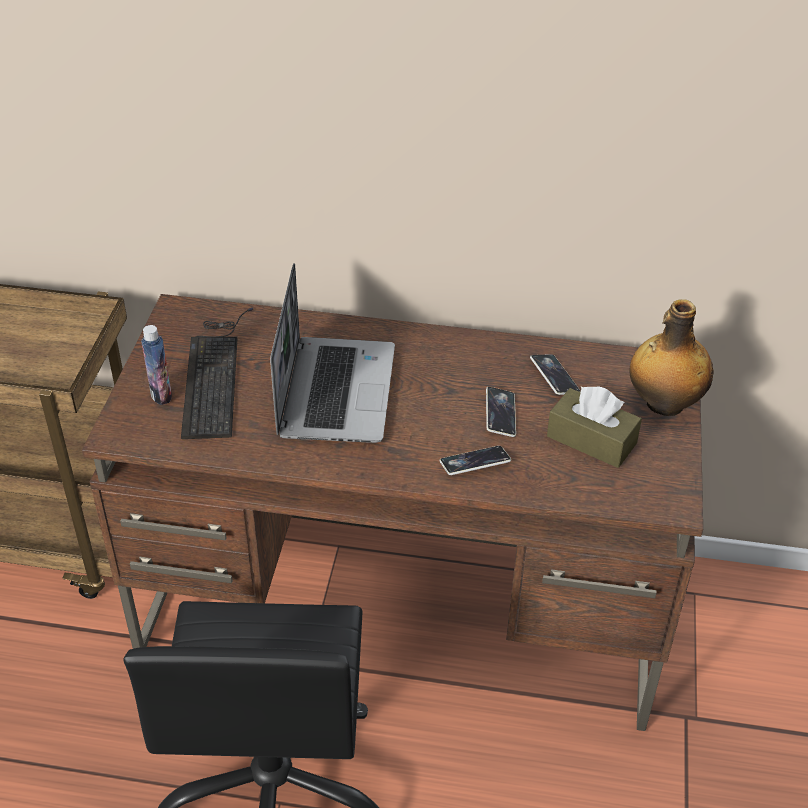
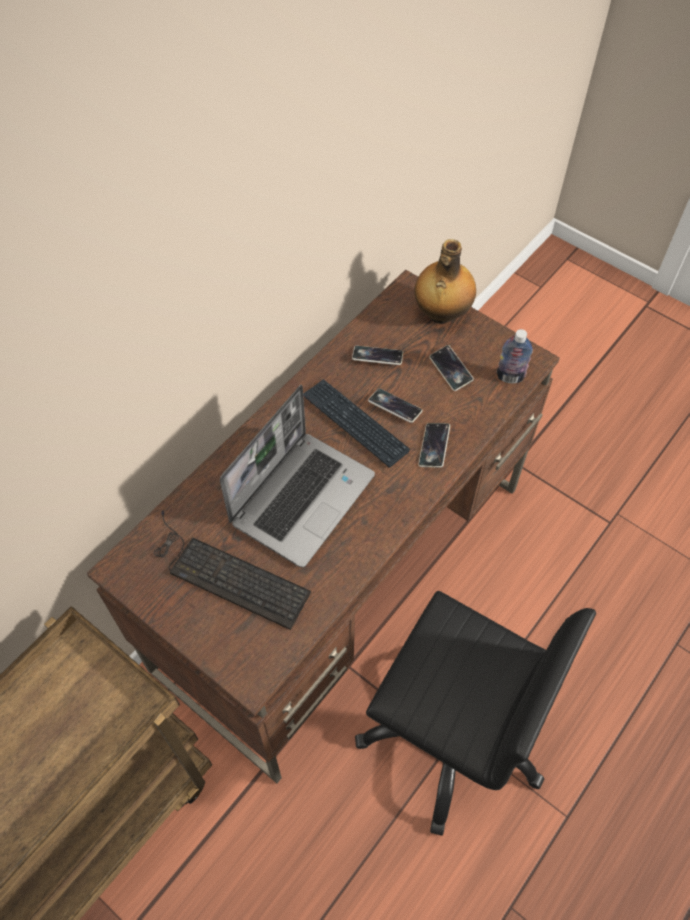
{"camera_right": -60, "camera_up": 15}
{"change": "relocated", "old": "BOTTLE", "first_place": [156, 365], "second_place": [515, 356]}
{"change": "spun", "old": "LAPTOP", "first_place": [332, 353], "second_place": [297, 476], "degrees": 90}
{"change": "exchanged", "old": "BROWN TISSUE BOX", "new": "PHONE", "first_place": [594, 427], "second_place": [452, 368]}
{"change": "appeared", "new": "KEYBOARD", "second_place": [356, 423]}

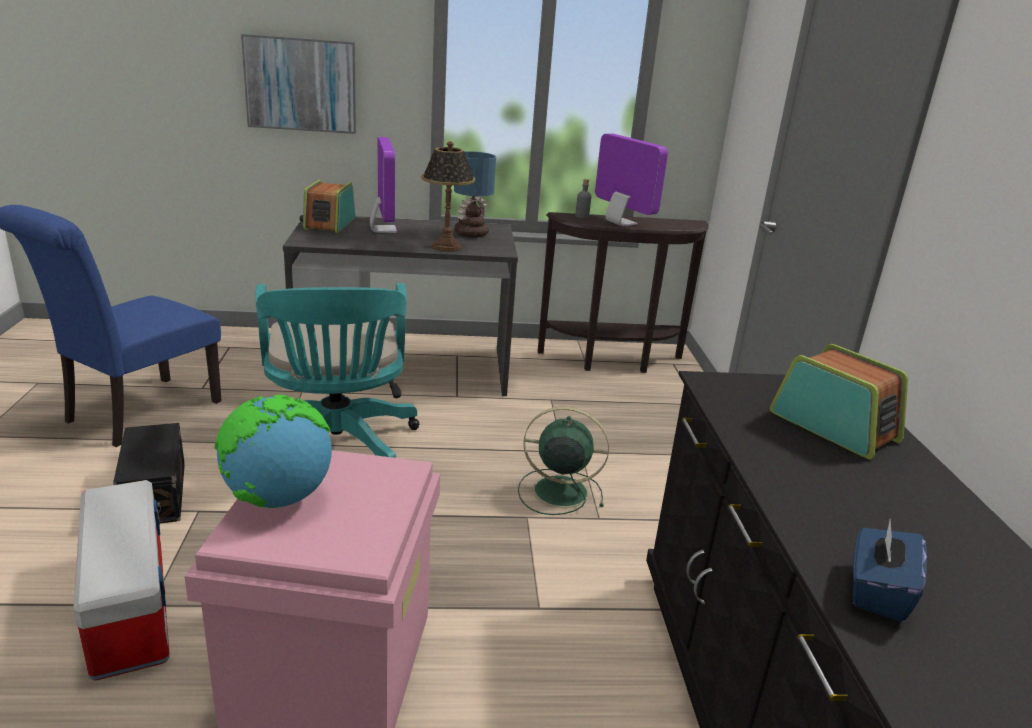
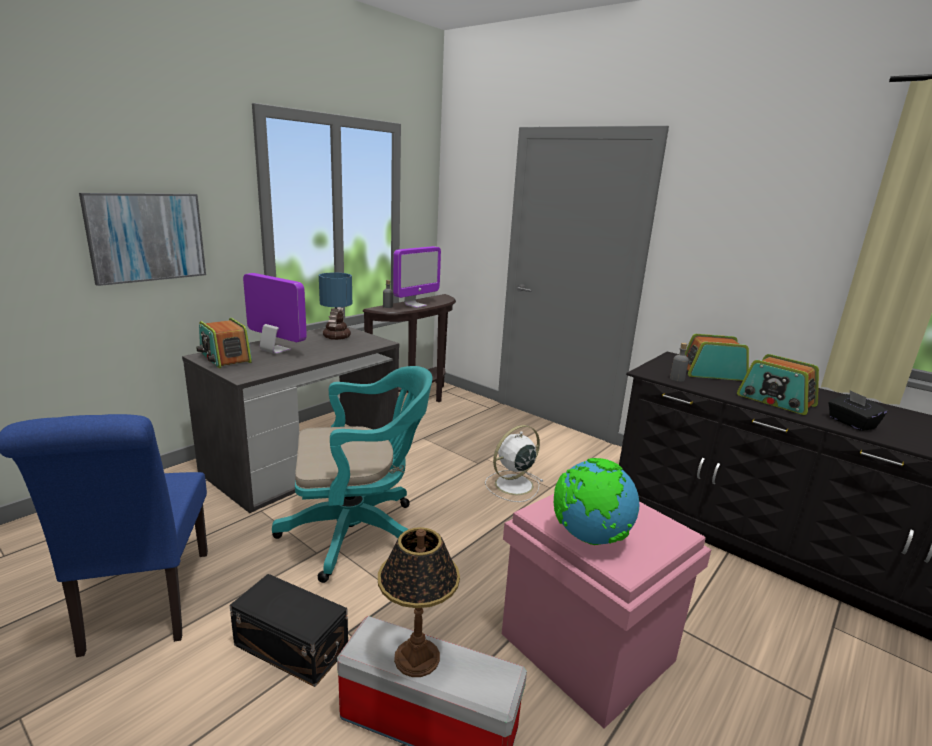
{"camera_right": -45, "camera_up": -5}
{"change": "spun", "old": "TURQUOISE OFFICE CHAIR", "first_place": [337, 370], "second_place": [352, 474], "degrees": -45}
{"change": "relocated", "old": "TABLE LAMP", "first_place": [448, 196], "second_place": [419, 602]}
{"change": "colour", "old": "GREEN FAN", "new": "WHITE FAN", "first_place": [563, 461], "second_place": [514, 463]}
{"change": "spun", "old": "MONITOR", "first_place": [631, 179], "second_place": [417, 277], "degrees": 120}
{"change": "colour", "old": "BLUE TISSUE BOX", "new": "BLACK TISSUE BOX", "first_place": [890, 571], "second_place": [857, 410]}
{"change": "appeared", "new": "GREY BOTTLE", "second_place": [679, 362]}
{"change": "appeared", "new": "RADIO", "second_place": [778, 384]}

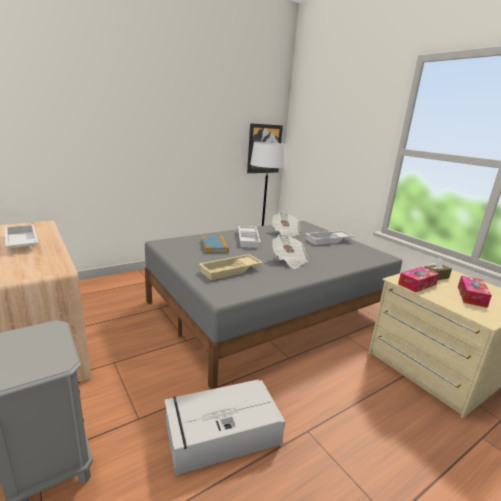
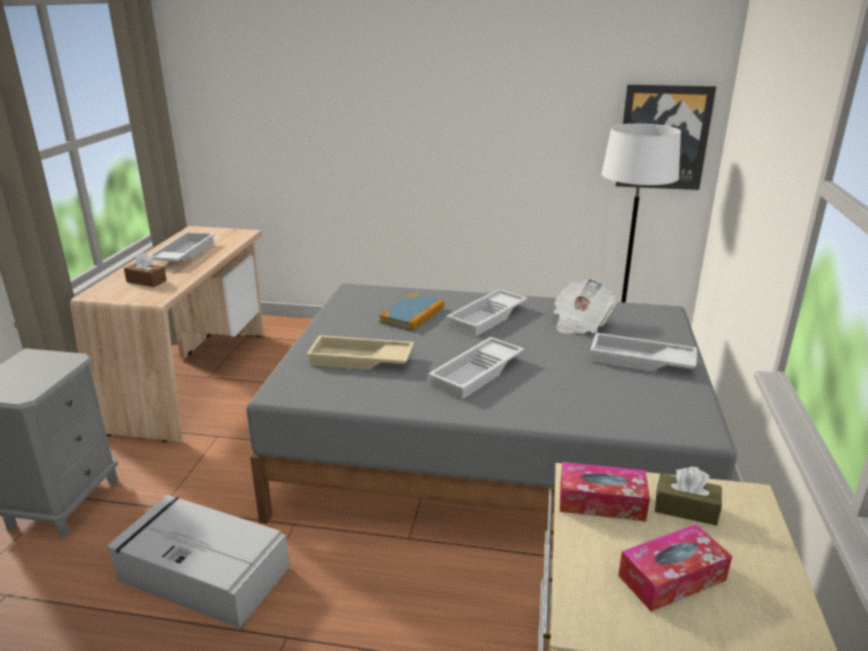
{"camera_right": 45, "camera_up": 5}
{"change": "exchanged", "old": "NEWSPAPER", "new": "WHITE TRAY", "first_place": [290, 251], "second_place": [476, 368]}
{"change": "appeared", "new": "BROWN TISSUE BOX", "second_place": [145, 270]}

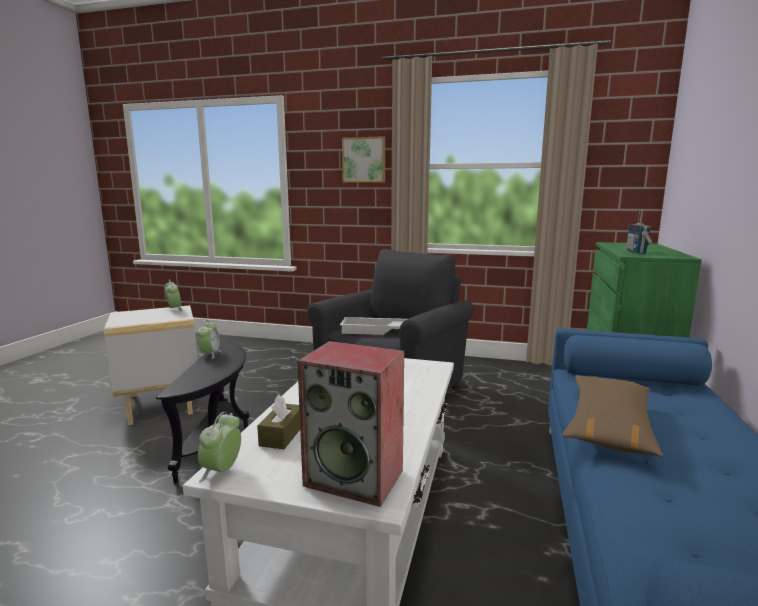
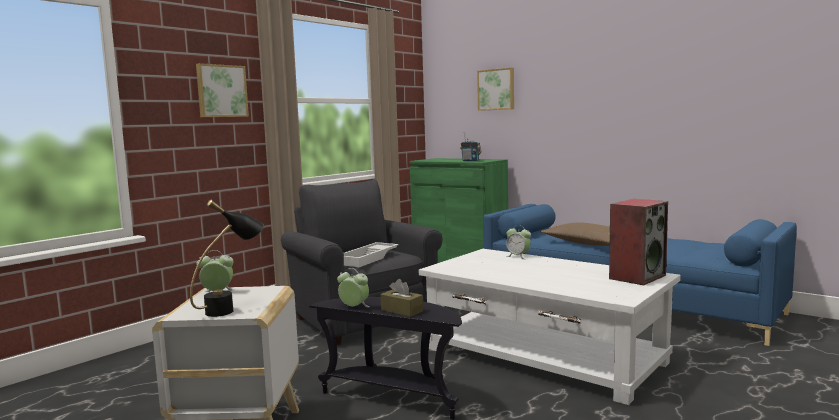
{"camera_right": -65, "camera_up": -5}
{"change": "relocated", "old": "ALARM CLOCK", "first_place": [219, 447], "second_place": [518, 242]}
{"change": "relocated", "old": "BROWN TISSUE BOX", "first_place": [278, 421], "second_place": [401, 298]}
{"change": "appeared", "new": "BLACK TABLE LAMP", "second_place": [227, 258]}
{"change": "appeared", "new": "PICTURE", "second_place": [495, 89]}

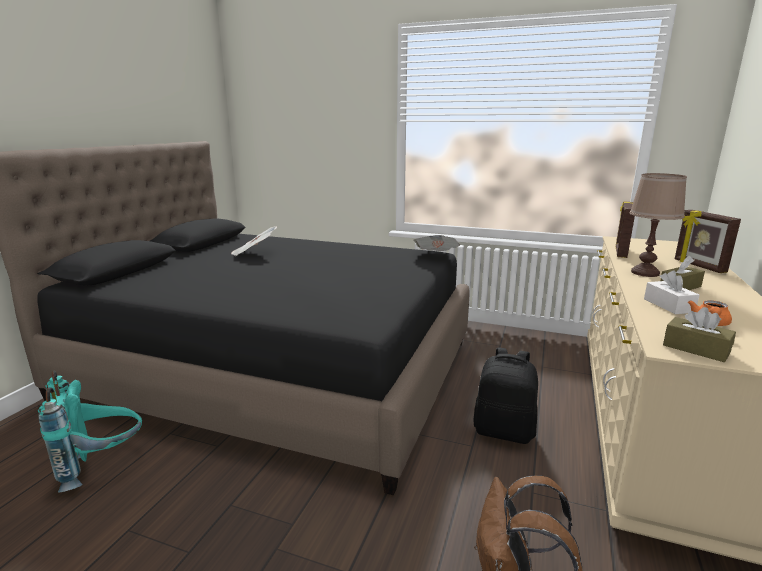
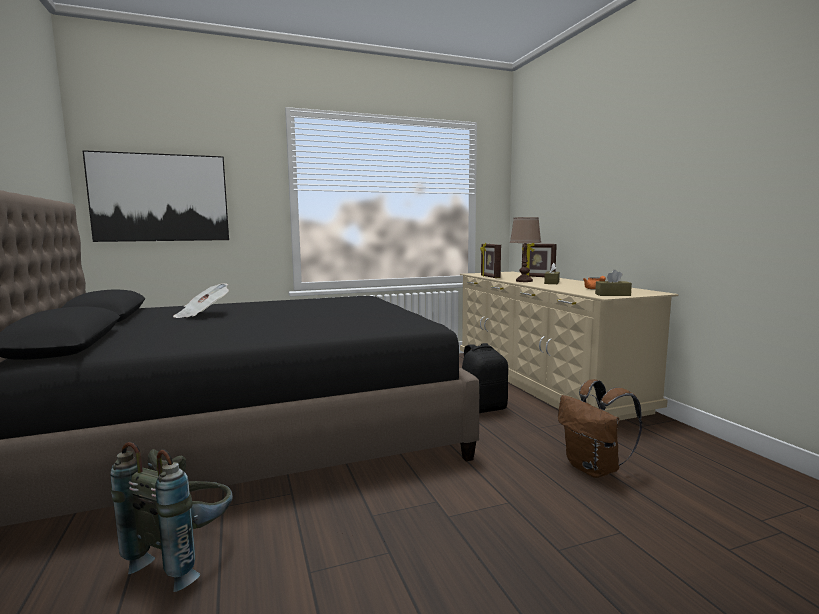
{"camera_right": -40, "camera_up": -10}
{"change": "colour", "old": "TURQUOISE BACKPACK", "new": "GREY BACKPACK", "first_place": [90, 431], "second_place": [171, 517]}
{"change": "missing", "old": "NEWSPAPER", "first_place": [436, 243]}
{"change": "missing", "old": "WHITE TISSUE BOX", "first_place": [671, 292]}
{"change": "appeared", "new": "PICTURE", "second_place": [155, 196]}

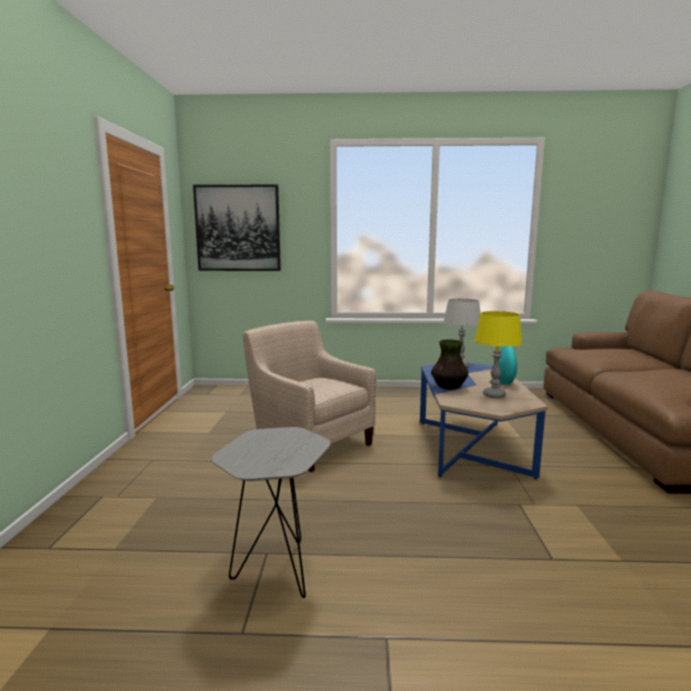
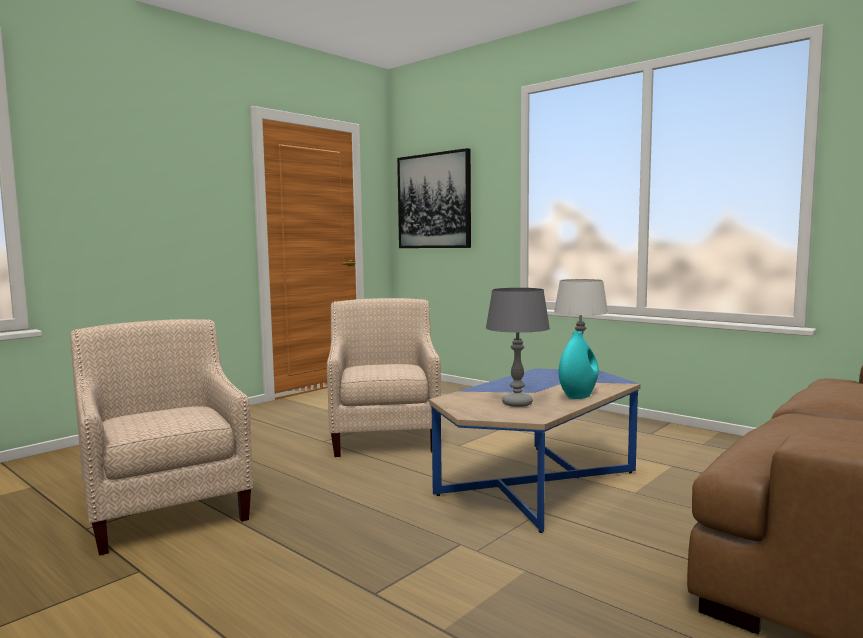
{"camera_right": 40, "camera_up": -5}
{"change": "exchanged", "old": "GREY SIDE TABLE", "new": "BEIGE ARMCHAIR", "first_place": [271, 512], "second_place": [161, 437]}
{"change": "missing", "old": "VASE", "first_place": [449, 364]}
{"change": "colour", "old": "YELLOW TABLE LAMP", "new": "GREY TABLE LAMP", "first_place": [498, 354], "second_place": [518, 347]}

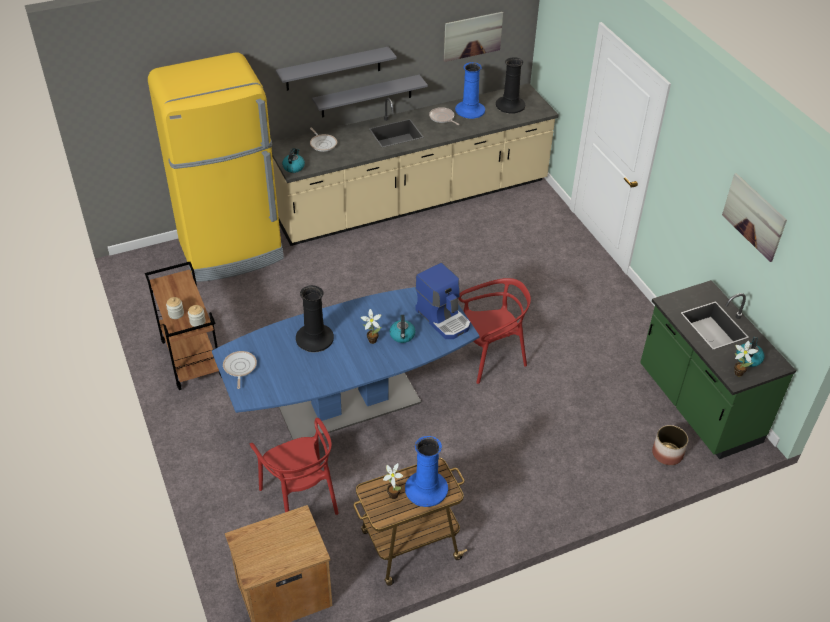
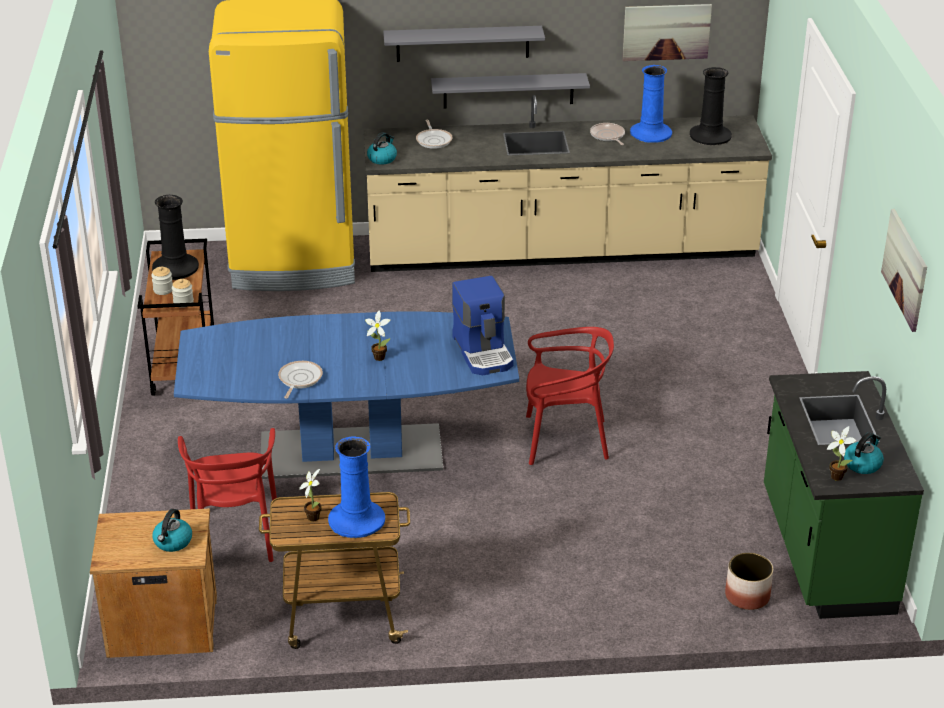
{"camera_right": 20, "camera_up": -10}
{"change": "relocated", "old": "FRYING PAN", "first_place": [240, 370], "second_place": [300, 380]}
{"change": "relocated", "old": "BLACK VASE", "first_place": [315, 318], "second_place": [175, 237]}
{"change": "relocated", "old": "KETTLE", "first_place": [402, 329], "second_place": [172, 530]}

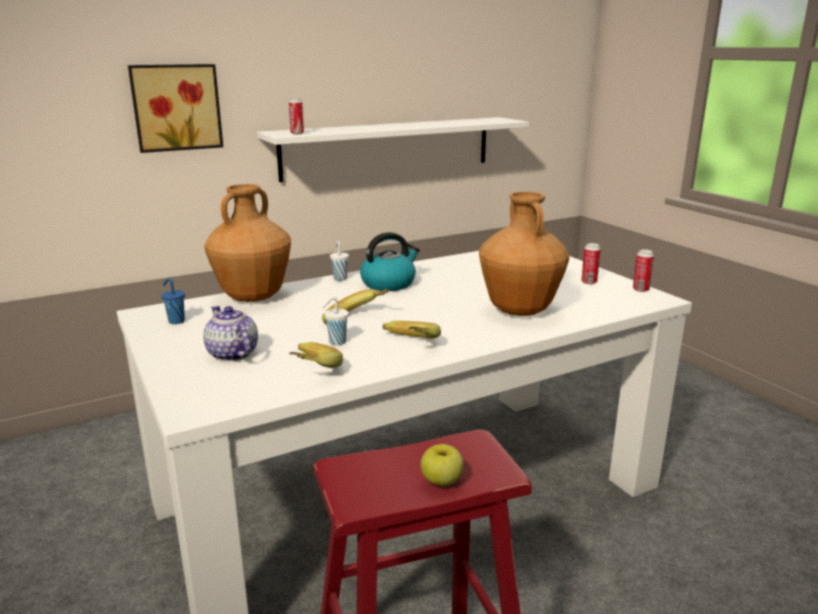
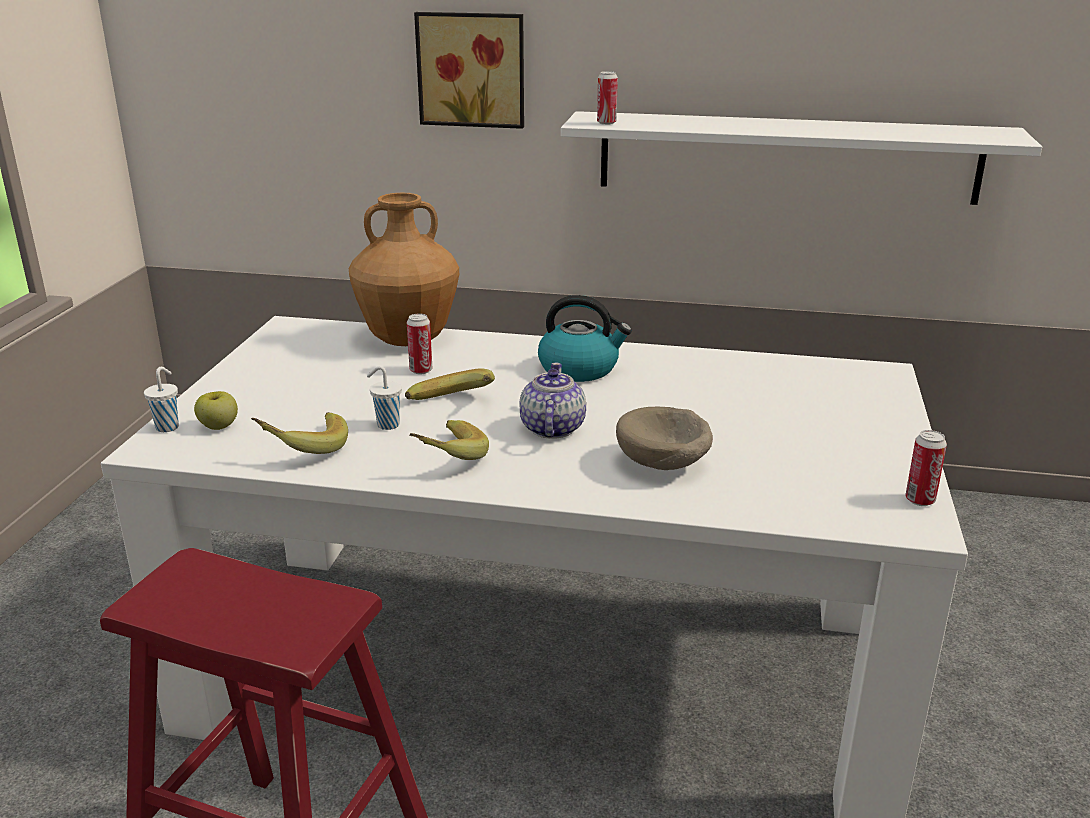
{"camera_right": 40, "camera_up": 5}
{"change": "missing", "old": "BLUE CUP", "first_place": [173, 301]}
{"change": "relocated", "old": "TEAPOT", "first_place": [230, 334], "second_place": [553, 400]}
{"change": "relocated", "old": "WHITE CUP", "first_place": [339, 261], "second_place": [161, 399]}
{"change": "relocated", "old": "APPLE", "first_place": [442, 465], "second_place": [216, 410]}
{"change": "exchanged", "old": "BROWN VASE", "new": "BEIGE BOWL", "first_place": [524, 254], "second_place": [664, 438]}
{"change": "relocated", "old": "CAN", "first_place": [591, 263], "second_place": [419, 343]}

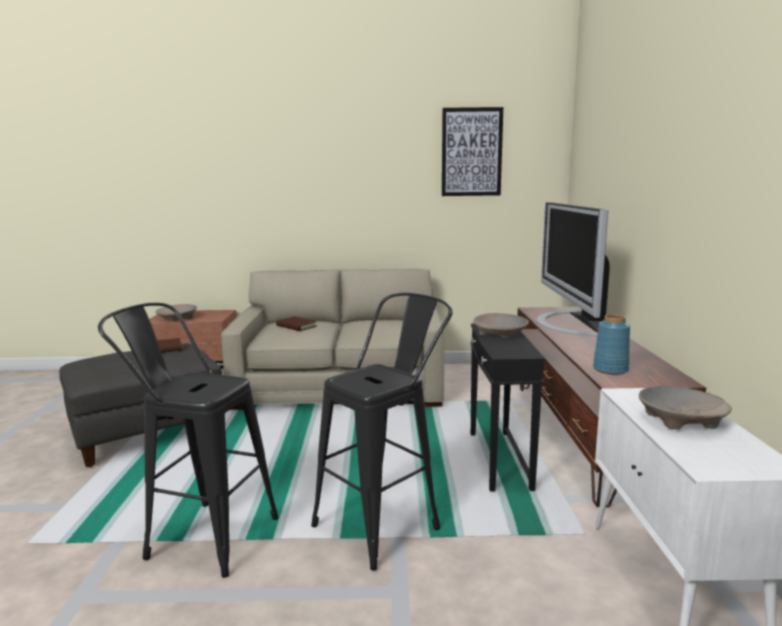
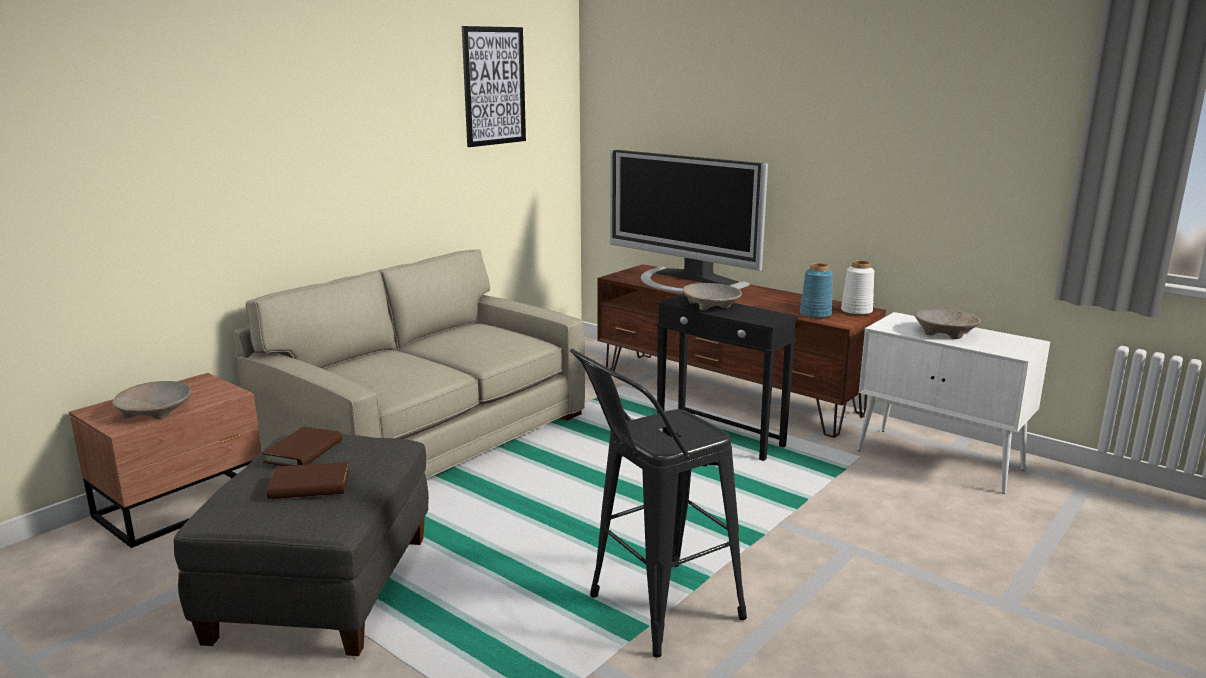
{"camera_right": -50, "camera_up": 5}
{"change": "relocated", "old": "BROWN BOOK", "first_place": [296, 323], "second_place": [308, 480]}
{"change": "missing", "old": "BLACK STOOL", "first_place": [381, 431]}
{"change": "appeared", "new": "WHITE VASE", "second_place": [857, 287]}

